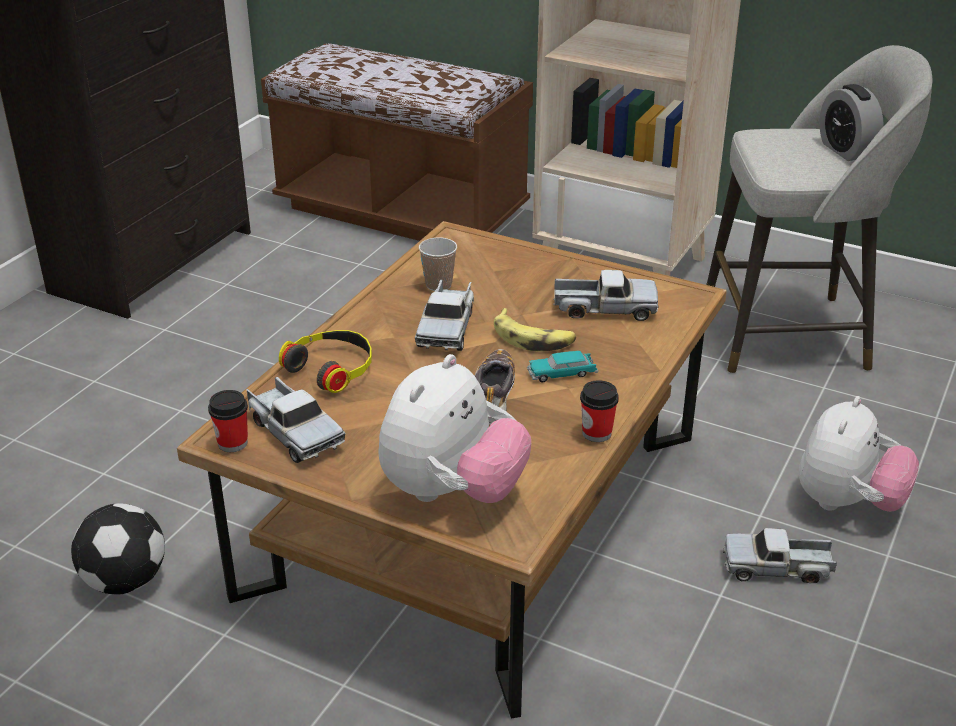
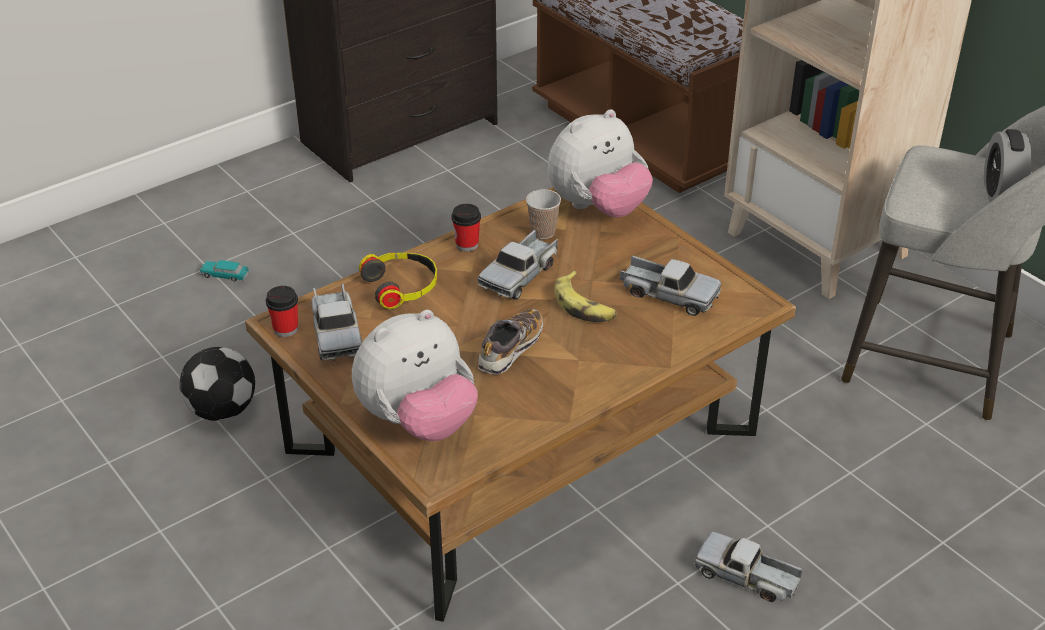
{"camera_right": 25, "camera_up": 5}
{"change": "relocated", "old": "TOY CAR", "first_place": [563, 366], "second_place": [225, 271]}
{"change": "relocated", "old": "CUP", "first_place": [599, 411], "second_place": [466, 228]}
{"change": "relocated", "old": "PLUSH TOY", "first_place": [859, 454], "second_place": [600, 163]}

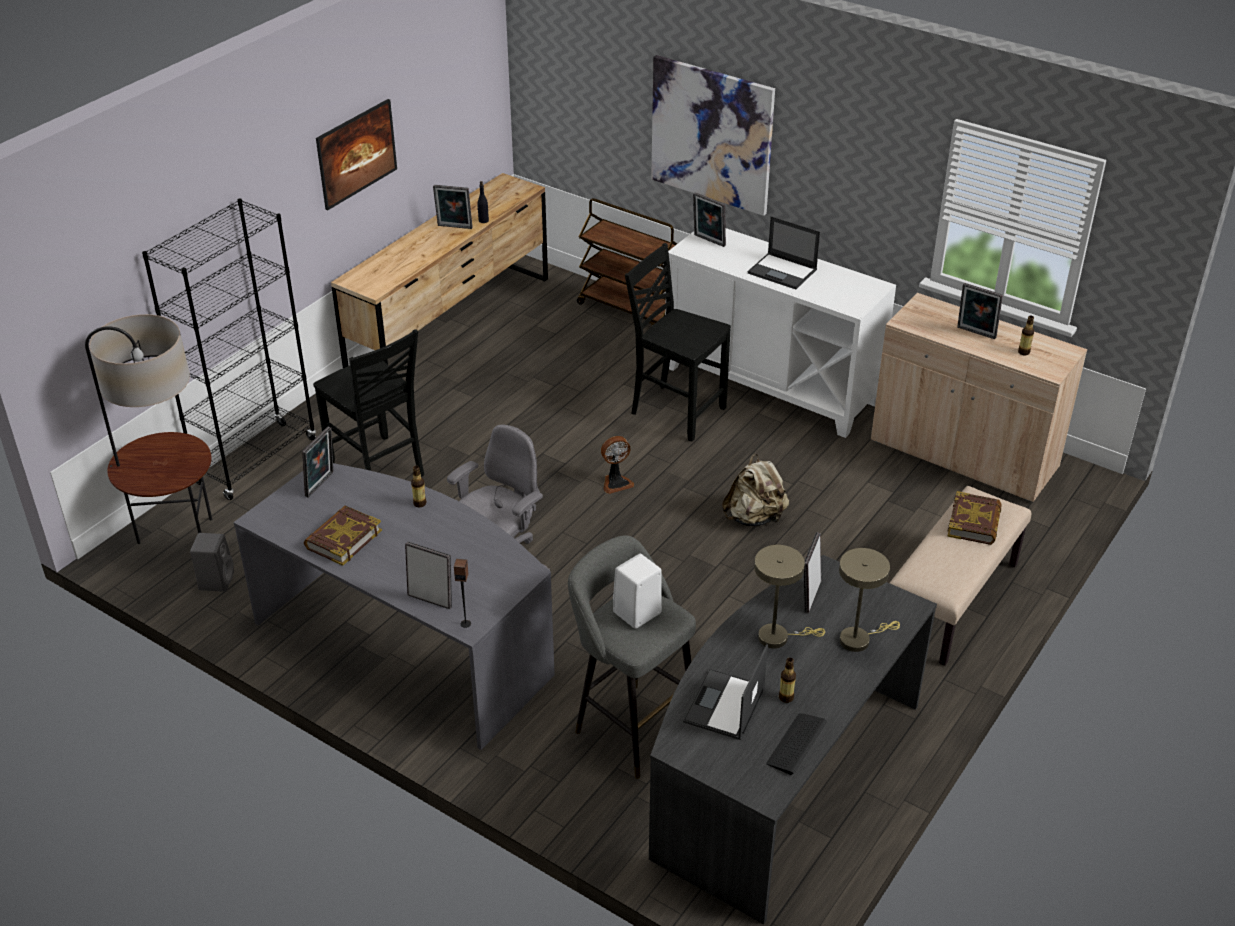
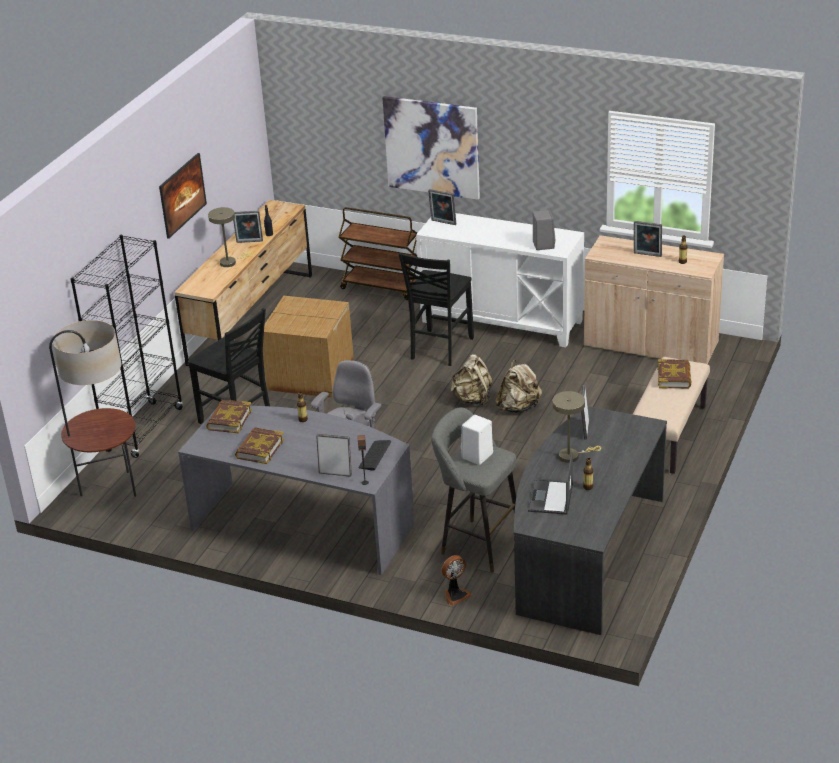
{"camera_right": -10, "camera_up": -5}
{"change": "relocated", "old": "GREY SPEAKER", "first_place": [212, 562], "second_place": [544, 230]}
{"change": "exchanged", "old": "PICTURE FRAME", "new": "BOOK", "first_place": [317, 462], "second_place": [229, 416]}
{"change": "relocated", "old": "FAN", "first_place": [617, 465], "second_place": [456, 580]}
{"change": "spun", "old": "BLACK CHAIR", "first_place": [678, 342], "second_place": [436, 309], "degrees": -90}
{"change": "missing", "old": "LAPTOP", "first_place": [784, 252]}
{"change": "relocated", "old": "KEYBOARD", "first_place": [796, 744], "second_place": [374, 455]}
{"change": "relocated", "old": "BEIGE TABLE LAMP", "first_place": [869, 600], "second_place": [230, 237]}
{"change": "appeared", "new": "CARDBOARD BOX", "second_place": [308, 347]}
{"change": "appeared", "new": "BEIGE BACKPACK", "second_place": [472, 380]}

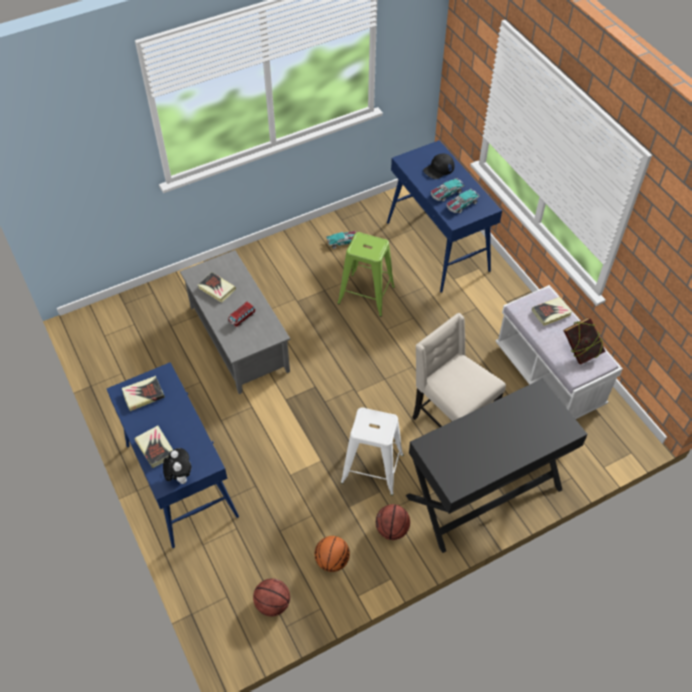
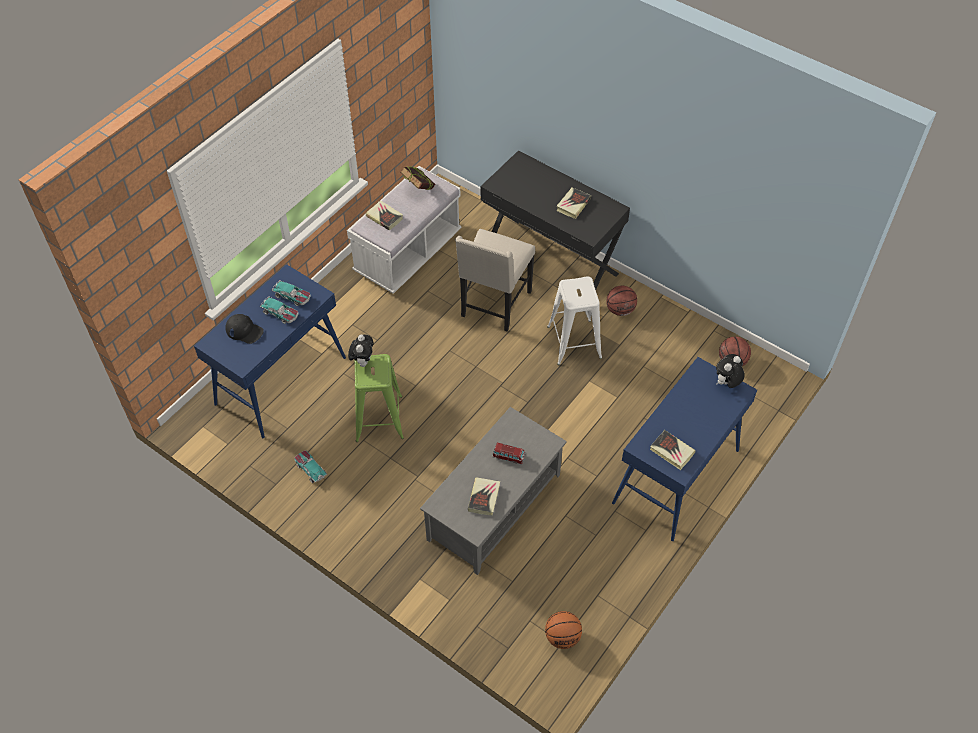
{"camera_right": -115, "camera_up": 0}
{"change": "relocated", "old": "BOOK", "first_place": [153, 446], "second_place": [573, 203]}
{"change": "relocated", "old": "BASKETBALL", "first_place": [332, 554], "second_place": [563, 630]}
{"change": "appeared", "new": "PLUSH TOY", "second_place": [360, 351]}

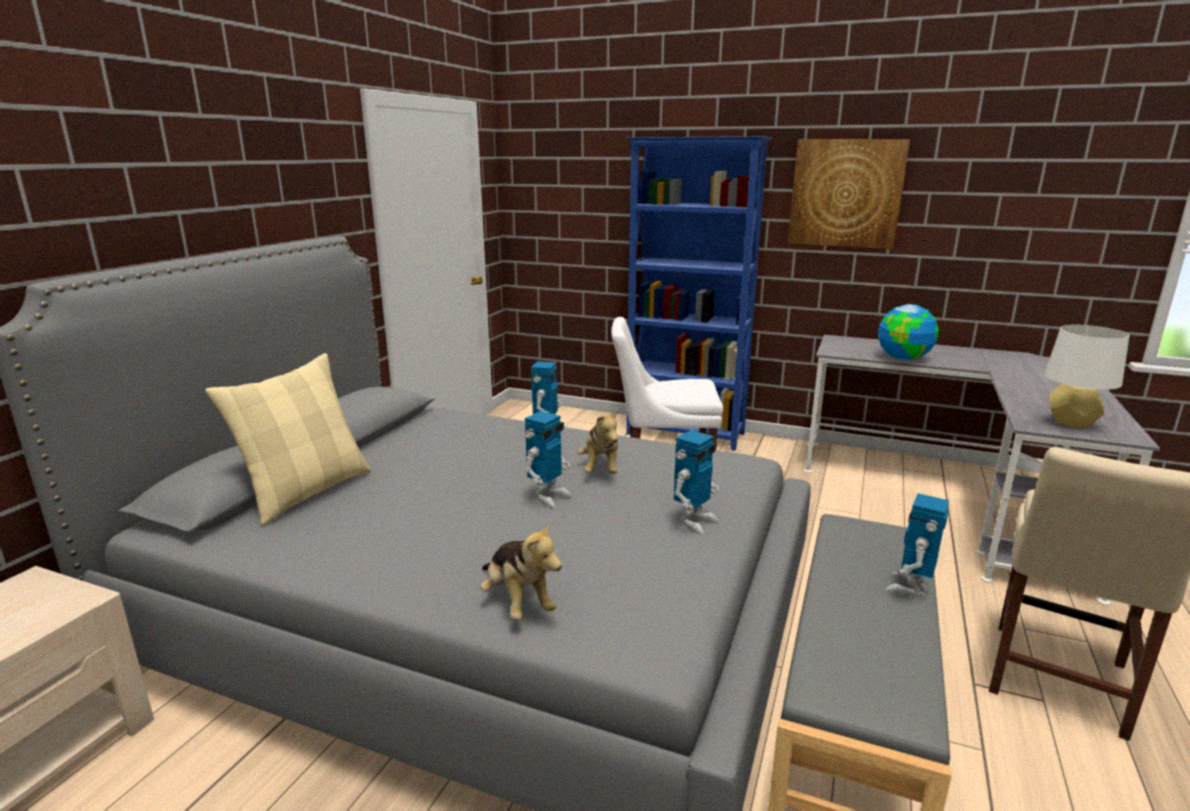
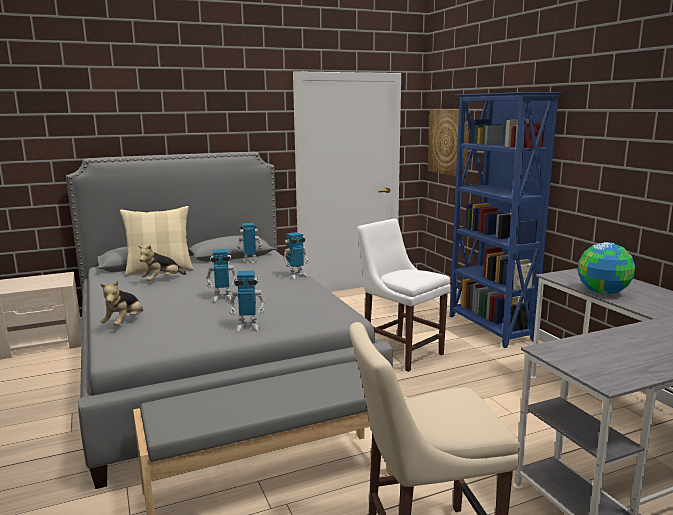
{"camera_right": 45, "camera_up": -5}
{"change": "relocated", "old": "PLUSH TOY", "first_place": [598, 441], "second_place": [162, 263]}
{"change": "relocated", "old": "PICTURE", "first_place": [849, 194], "second_place": [449, 143]}
{"change": "relocated", "old": "TOY ROBOT", "first_place": [916, 545], "second_place": [249, 243]}
{"change": "missing", "old": "WHITE TABLE LAMP", "first_place": [1087, 376]}

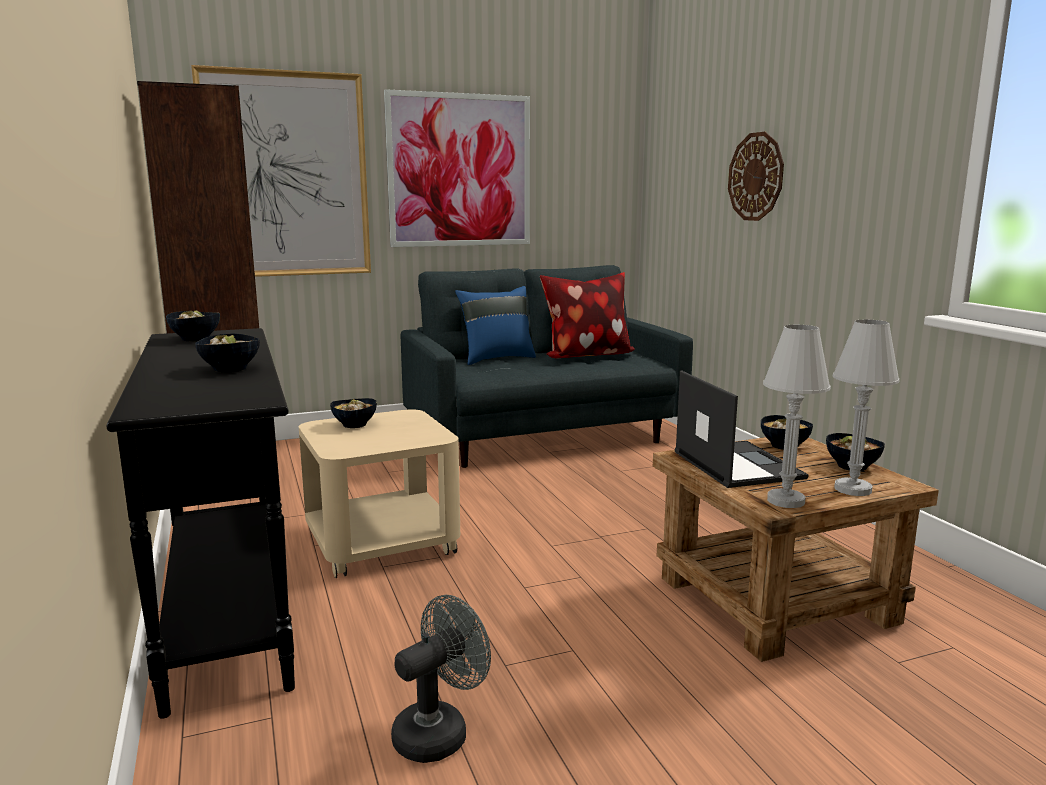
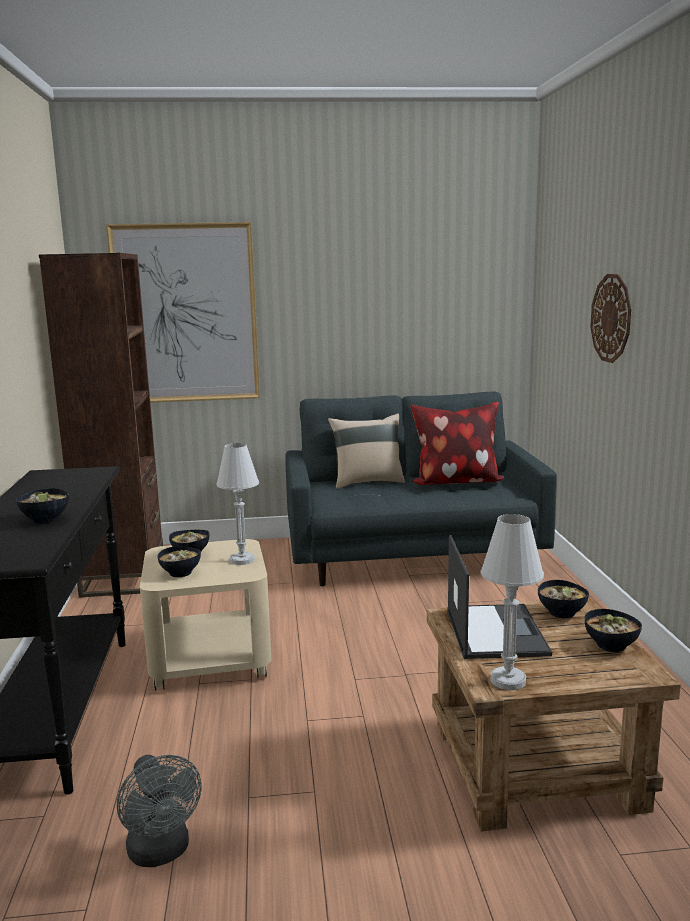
{"camera_right": 15, "camera_up": 0}
{"change": "relocated", "old": "BOWL", "first_place": [193, 325], "second_place": [179, 561]}
{"change": "missing", "old": "PICTURE", "first_place": [457, 168]}
{"change": "spun", "old": "GREY FAN", "first_place": [441, 679], "second_place": [159, 811], "degrees": 90}
{"change": "colour", "old": "BLUE PILLOW", "new": "BEIGE PILLOW", "first_place": [495, 325], "second_place": [366, 451]}
{"change": "relocated", "old": "WHITE TABLE LAMP", "first_place": [866, 408], "second_place": [237, 504]}

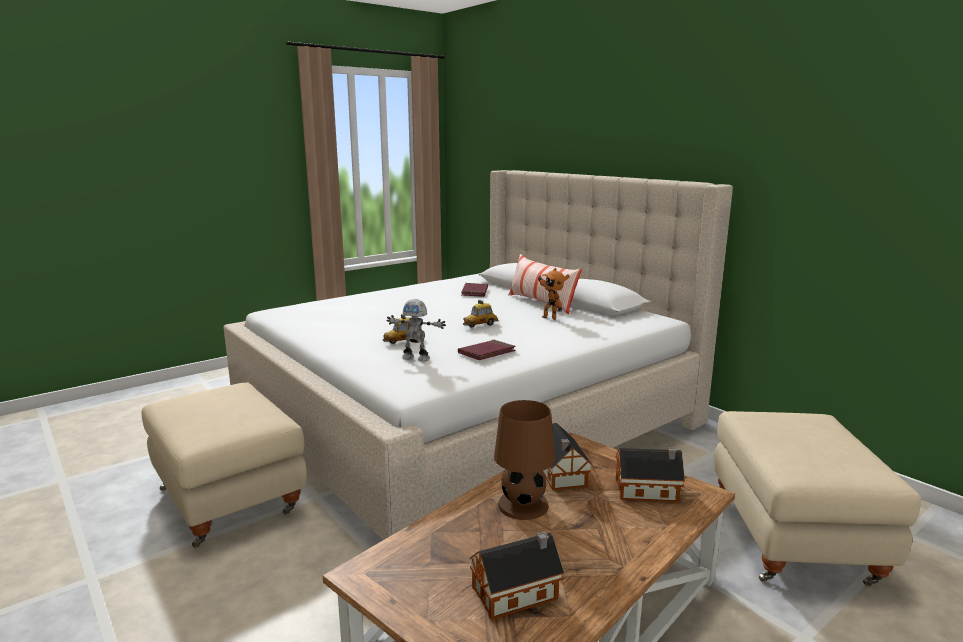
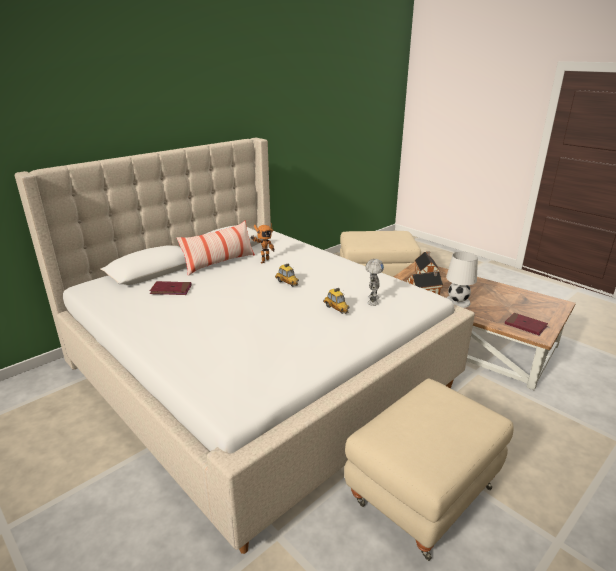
{"camera_right": -95, "camera_up": 10}
{"change": "relocated", "old": "RED BOOK", "first_place": [487, 350], "second_place": [526, 324]}
{"change": "missing", "old": "TOY HOUSE", "first_place": [516, 576]}
{"change": "colour", "old": "BROWN TABLE LAMP", "new": "WHITE TABLE LAMP", "first_place": [524, 460], "second_place": [462, 280]}

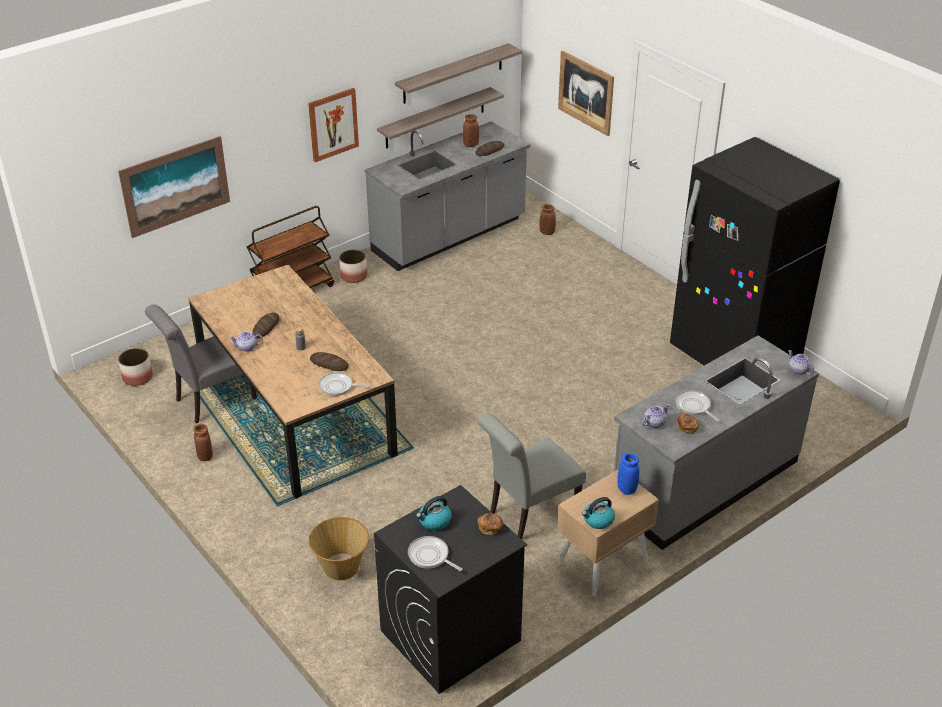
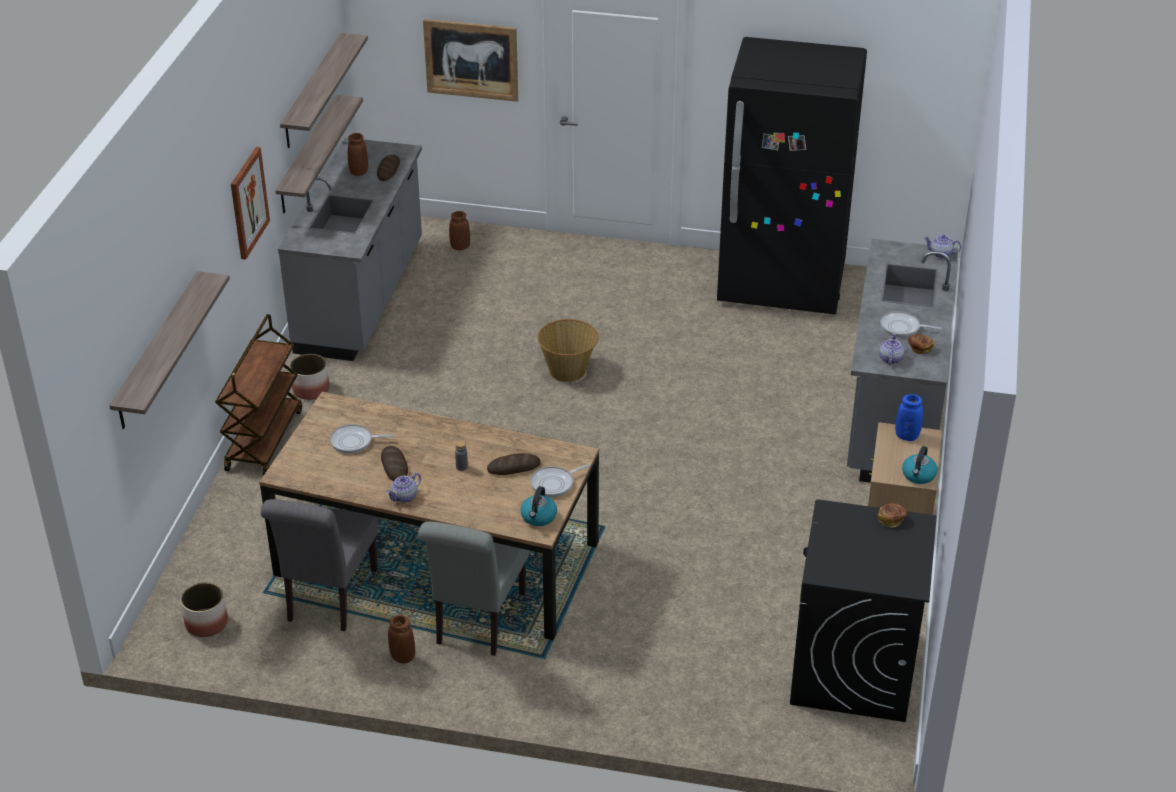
{"camera_right": -40, "camera_up": 0}
{"change": "exchanged", "old": "PICTURE", "new": "SHELF", "first_place": [174, 187], "second_place": [169, 350]}
{"change": "relocated", "old": "BASKET", "first_place": [338, 549], "second_place": [568, 350]}
{"change": "relocated", "old": "FRYING PAN", "first_place": [435, 553], "second_place": [362, 439]}
{"change": "relocated", "old": "KETTLE", "first_place": [434, 513], "second_place": [538, 506]}
{"change": "relocated", "old": "GREY CHAIR", "first_place": [532, 476], "second_place": [473, 589]}

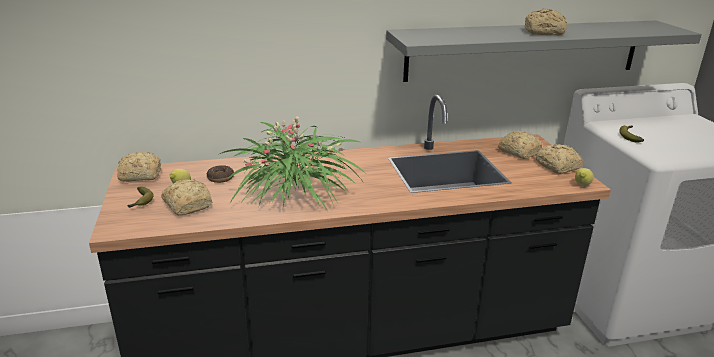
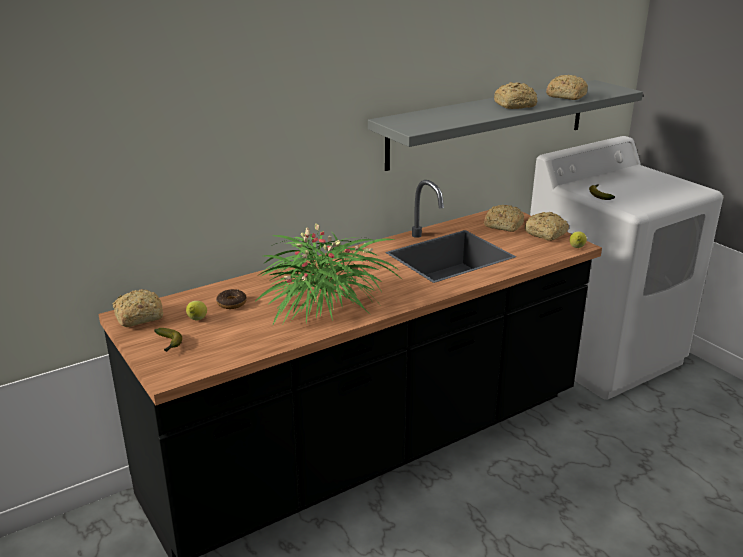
{"camera_right": -20, "camera_up": 0}
{"change": "relocated", "old": "BREAD", "first_place": [186, 197], "second_place": [567, 87]}

